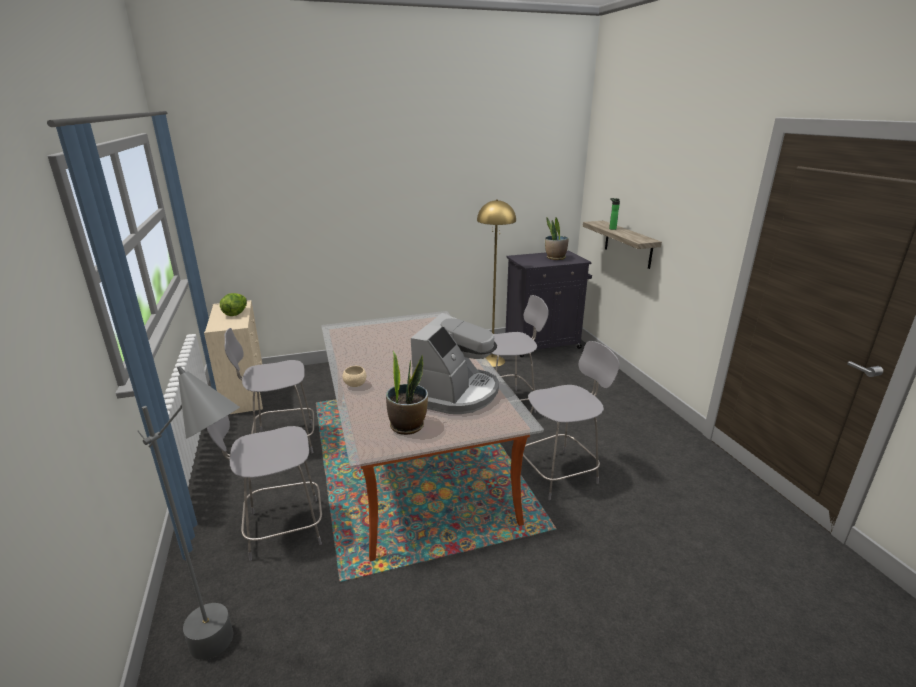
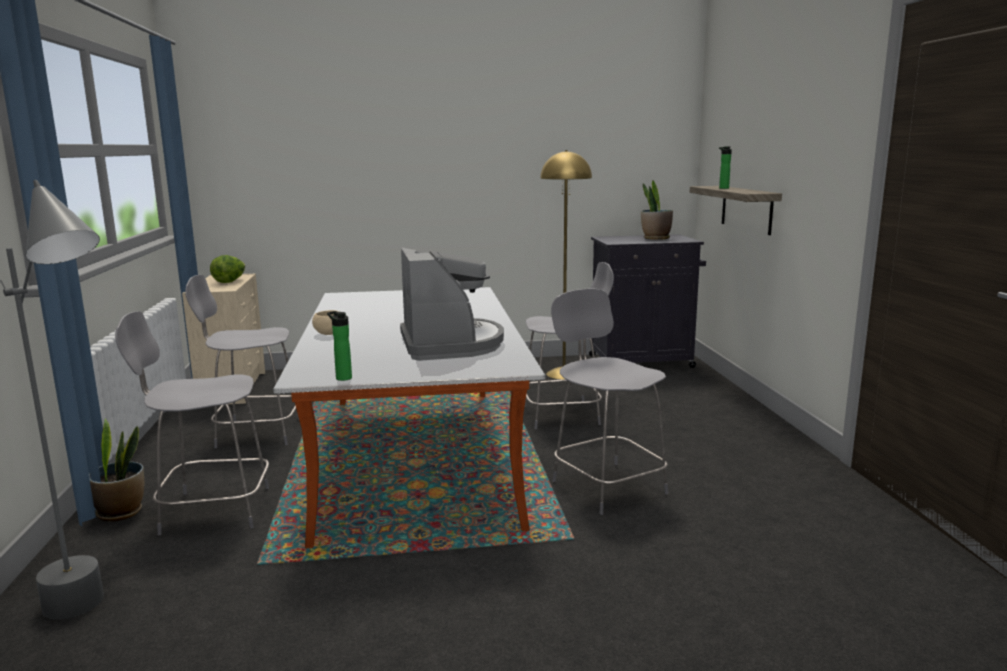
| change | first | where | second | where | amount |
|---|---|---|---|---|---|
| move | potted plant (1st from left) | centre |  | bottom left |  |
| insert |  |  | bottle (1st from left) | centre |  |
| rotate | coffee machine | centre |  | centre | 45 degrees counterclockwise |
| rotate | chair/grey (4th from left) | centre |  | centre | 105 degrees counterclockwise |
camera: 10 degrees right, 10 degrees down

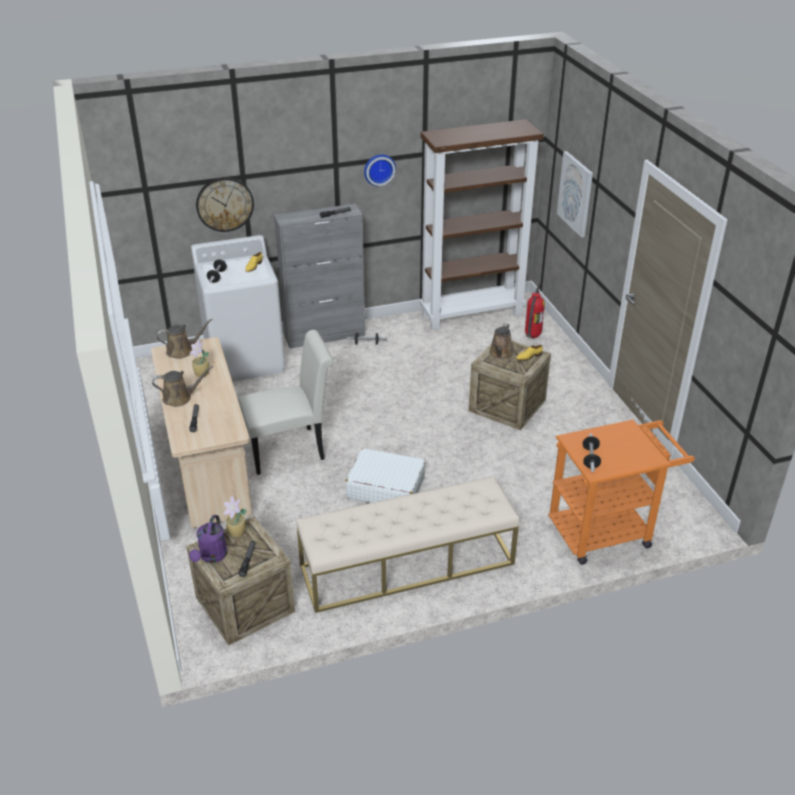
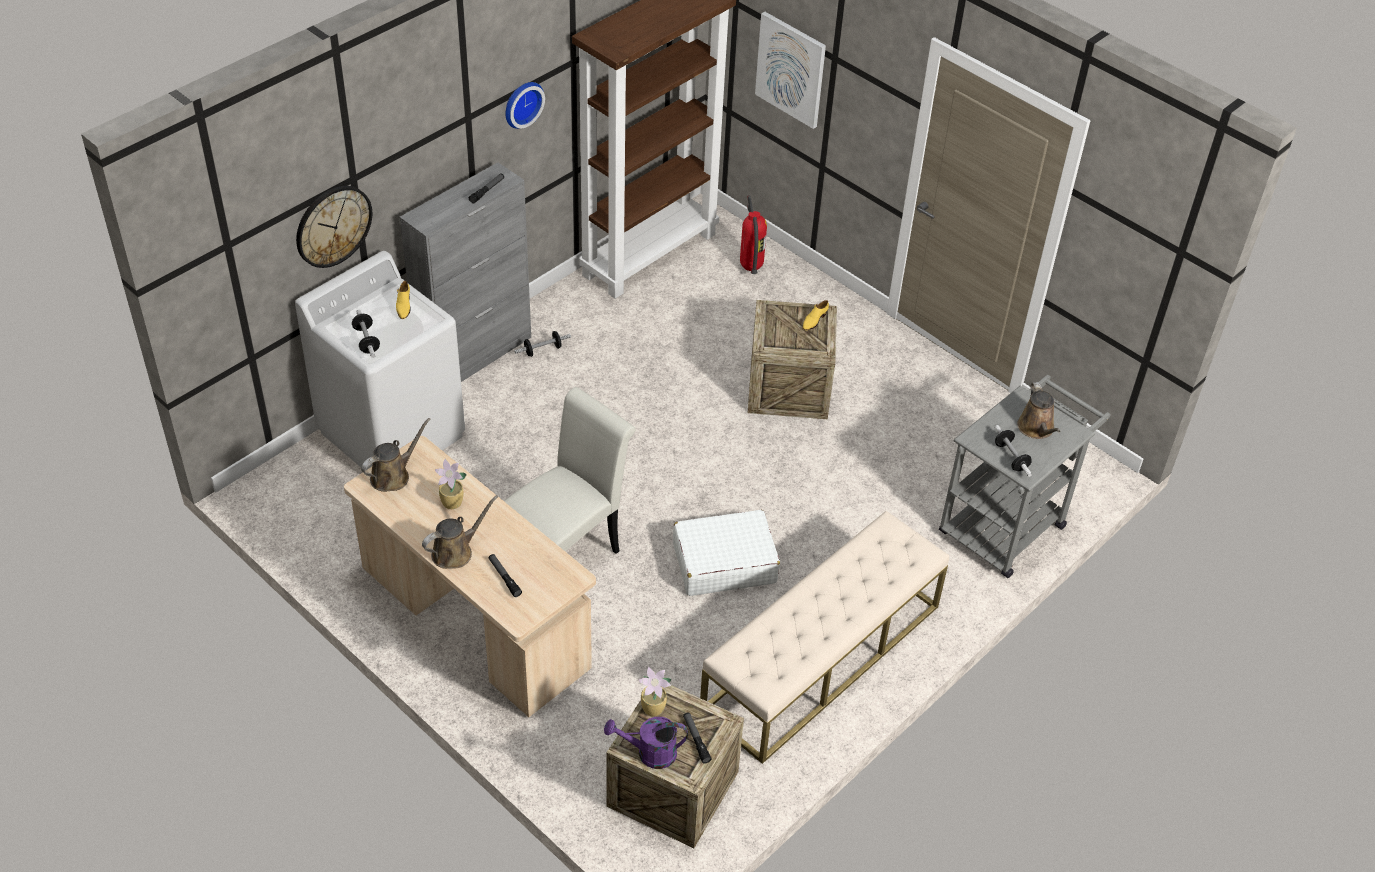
| change | first | where | second | where | amount |
|---|---|---|---|---|---|
| rotate | watering can/purple | bottom left |  | bottom centre | 105 degrees clockwise |
| recolor | cart/orange | middle right | cart/grey | middle right |  |
| move | watering can/brown (3rd from left) | centre |  | middle right |  |
camera: 30 degrees left, 10 degrees up

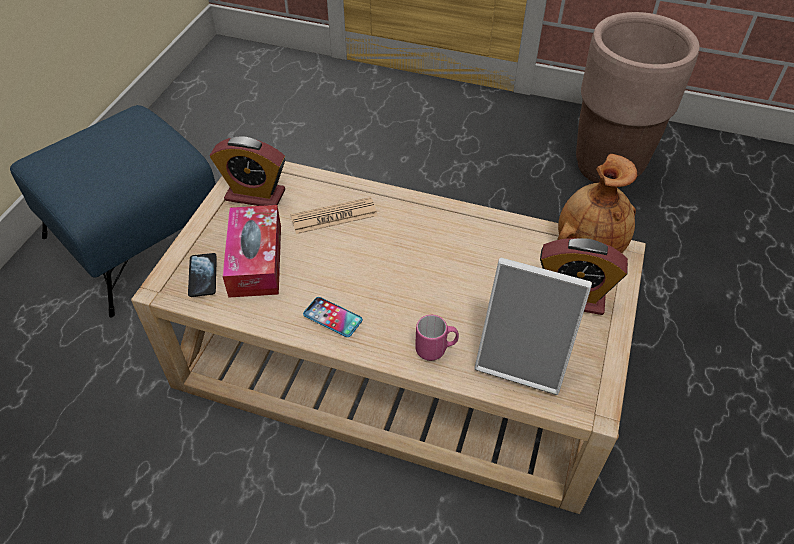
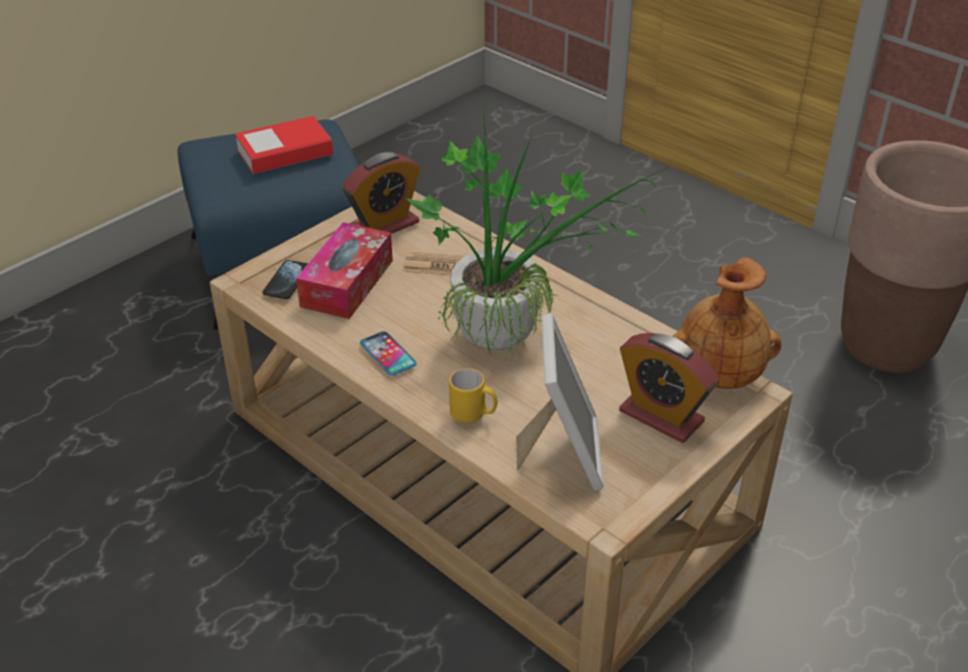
| change | first | where | second | where | amount |
|---|---|---|---|---|---|
| insert |  |  | book | top left |  |
| rotate | alarm clock (1st from left) | top left |  | top centre | 75 degrees counterclockwise |
| insert |  |  | potted plant | centre |  |
| recolor | mug/pink | centre | mug/yellow | centre |  |
| rotate | picture frame | middle right |  | centre | 135 degrees counterclockwise |
camera: 25 degrees right, 10 degrees down

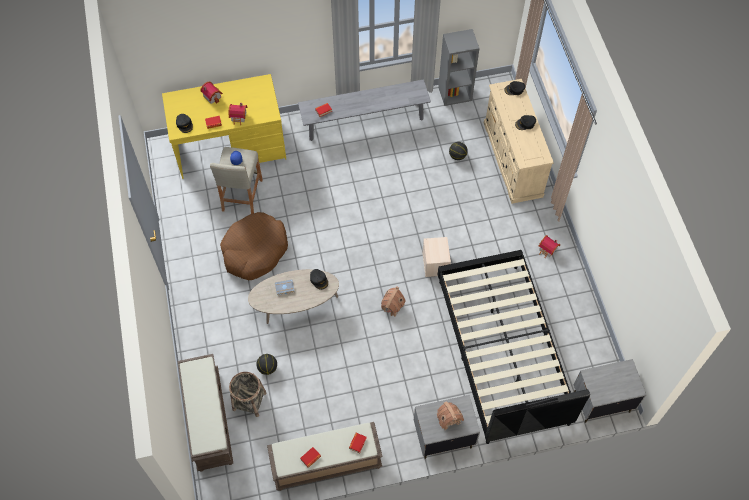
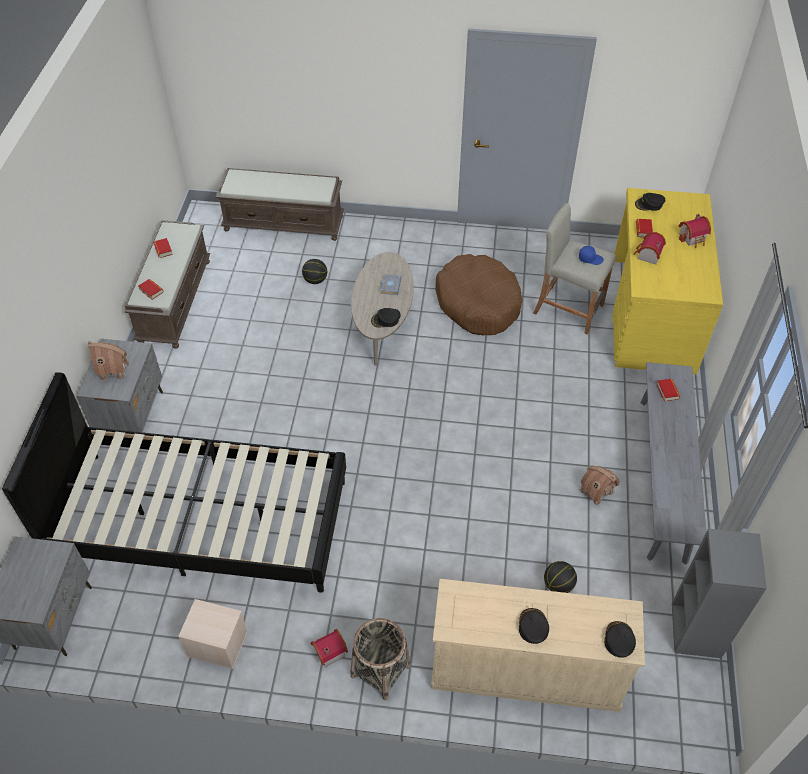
| change | first | where | second | where | amount |
|---|---|---|---|---|---|
| move | storage box/beige | centre |  | bottom left |  |
| move | basket | bottom left |  | bottom centre |  |
| move | toy house (3rd from left) | centre |  | middle right |  |
camera: 110 degrees right, 10 degrees down

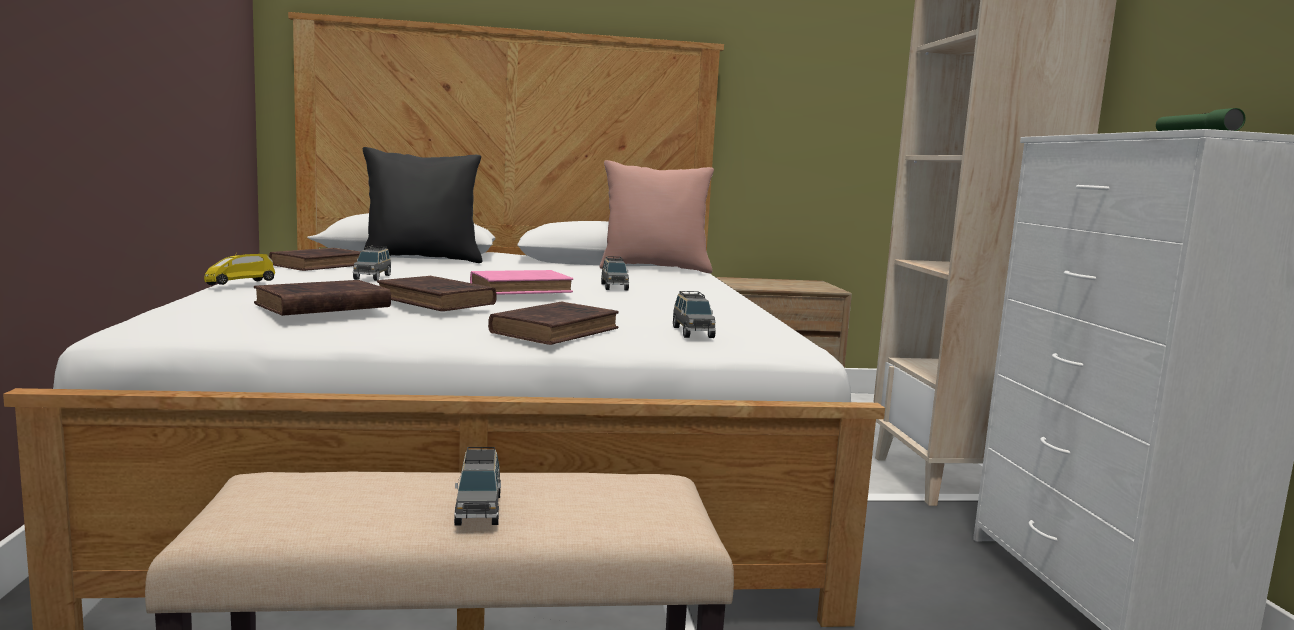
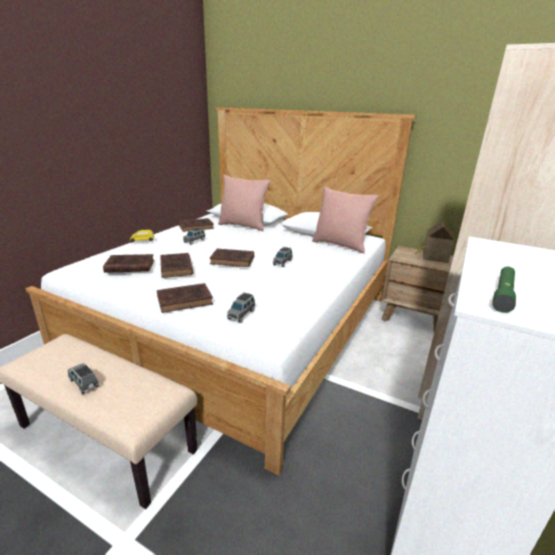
| change | first | where | second | where | amount |
|---|---|---|---|---|---|
| rotate | toy car/grey (2nd from left in the first image) | bottom centre | toy car/grey (1st from left) | bottom left | 105 degrees clockwise |
| recolor | book/pink | centre | book/brown (5th from left) | centre |  |
| recolor | pillow/black | top left | pillow/pink (1st from left) | centre |  |
| insert |  |  | toy house | middle right |  |
camera: 35 degrees right, 15 degrees up

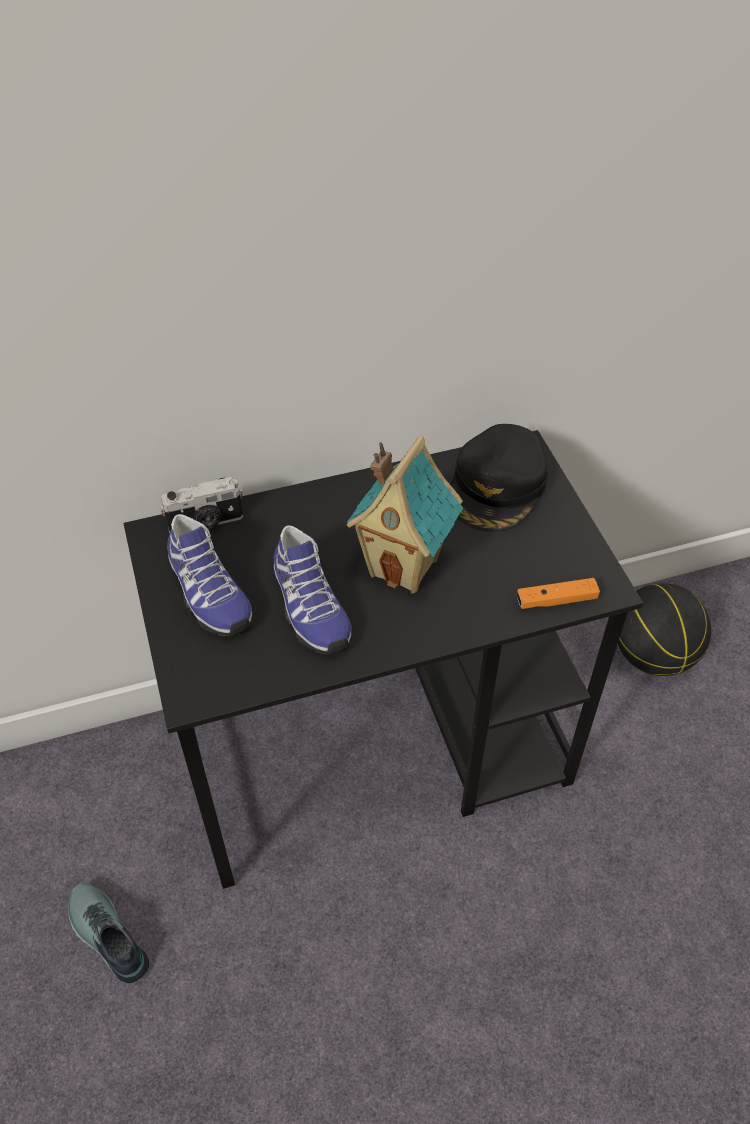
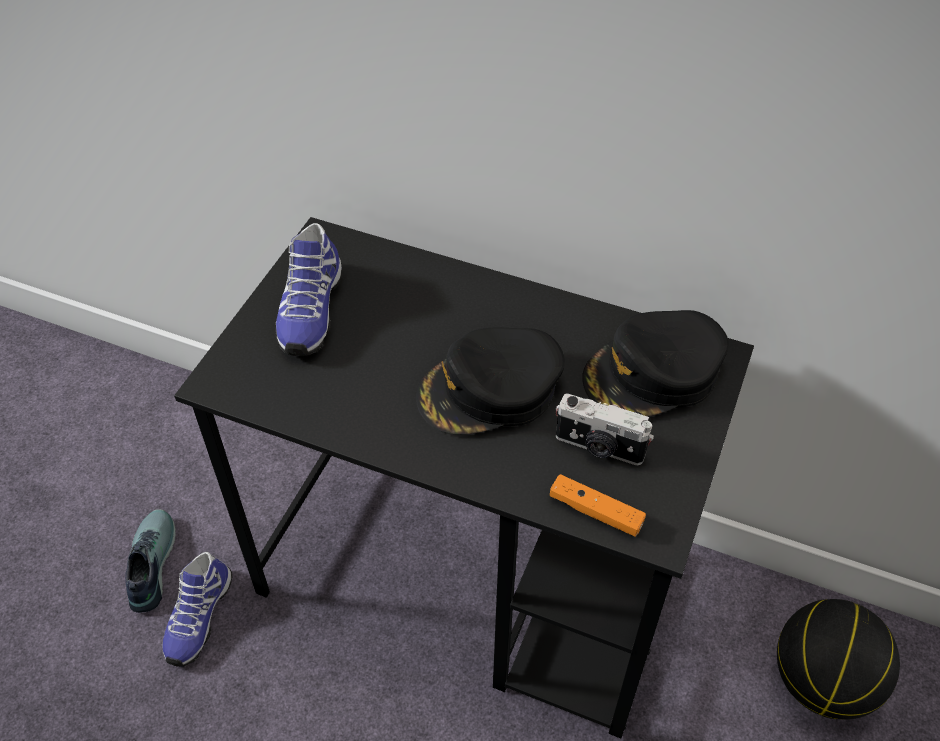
| change | first | where | second | where | amount |
|---|---|---|---|---|---|
| move | shoe (3rd from left in the first image) | centre | shoe (2nd from left) | bottom left |  |
| replace | toy house | centre | cap/black (1st from left) | centre |  |
| move | photo camera | middle left |  | centre |  |
camera: 40 degrees right, 0 degrees up

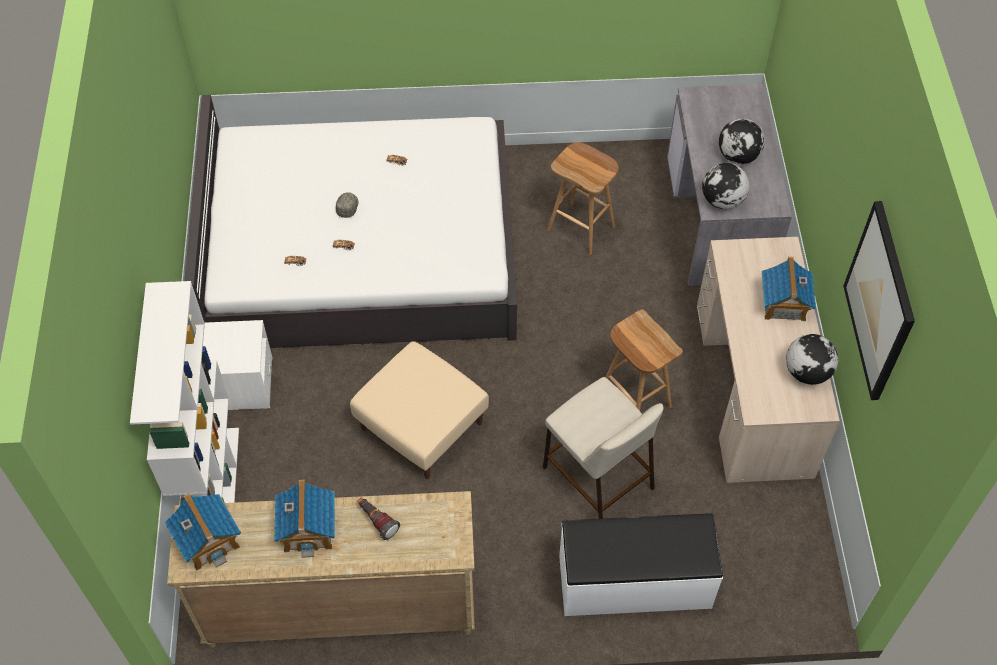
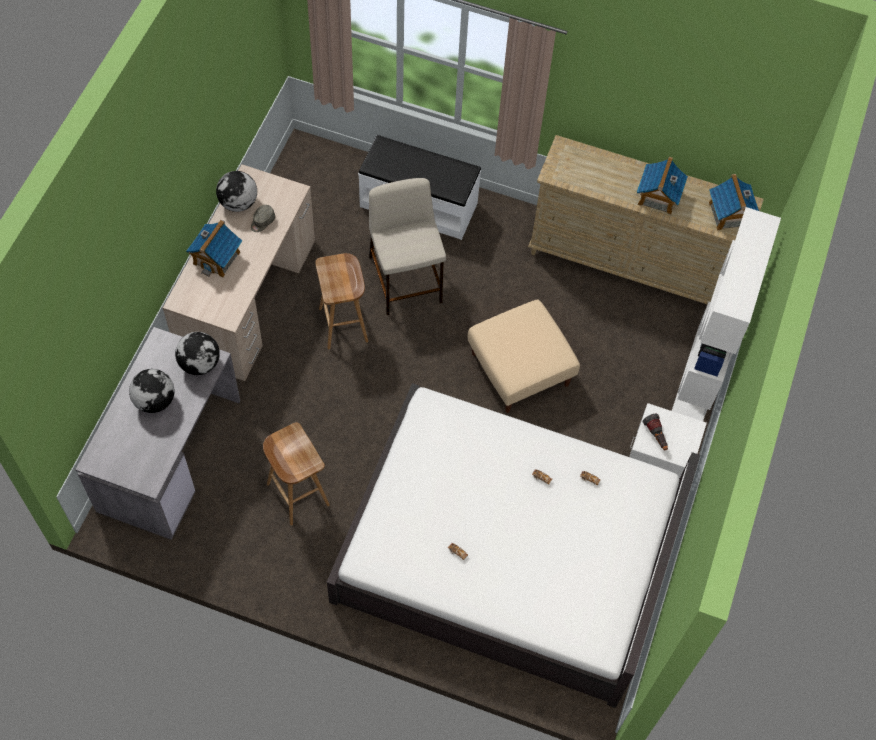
| change | first | where | second | where | amount |
|---|---|---|---|---|---|
| move | cap/grey | top centre |  | top left |  |
| move | flashlight | bottom centre |  | middle right |  |
| delete | picture | middle right |  |  |  |
camera: 160 degrees left, 5 degrees up

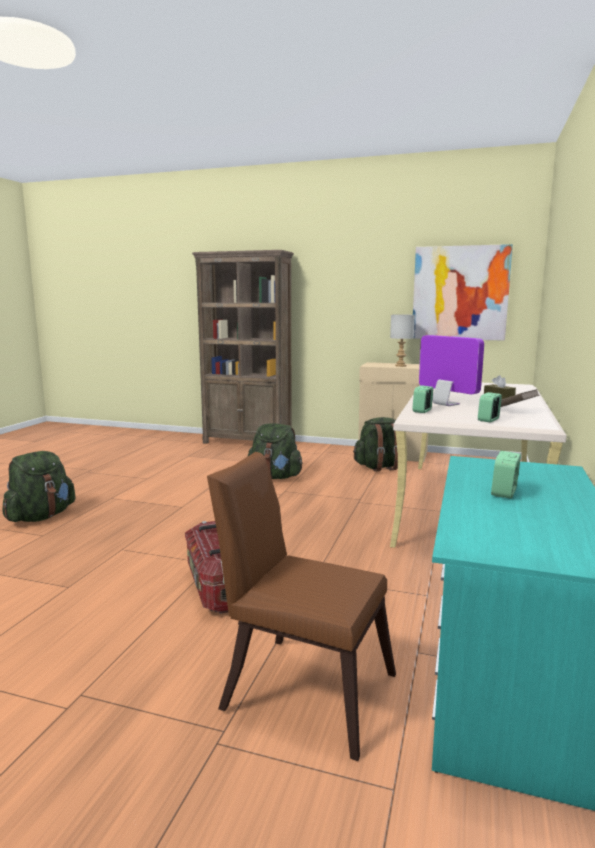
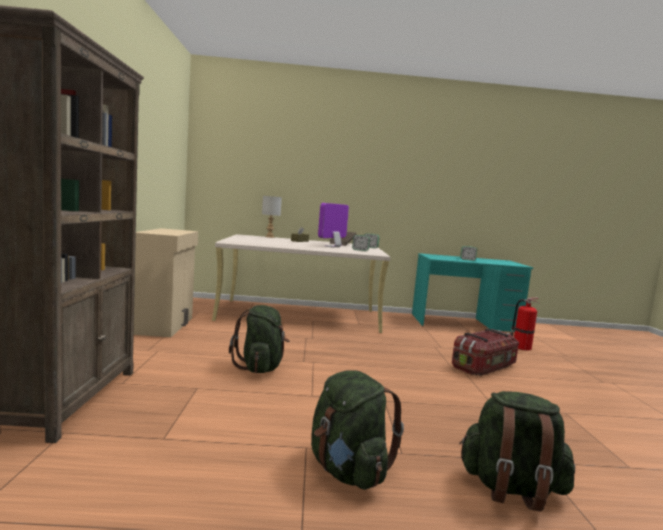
| change | first | where | second | where | amount |
|---|---|---|---|---|---|
| move | table lamp/grey | middle right |  | centre |  |
| move | backpack/green (3rd from left in the first image) | centre | backpack/green (2nd from left) | bottom centre |  |
| replace | chair/brown | bottom centre | fire extinguisher | middle right |  |
| delete | picture | middle right |  |  |  |
camera: 110 degrees left, 5 degrees down

